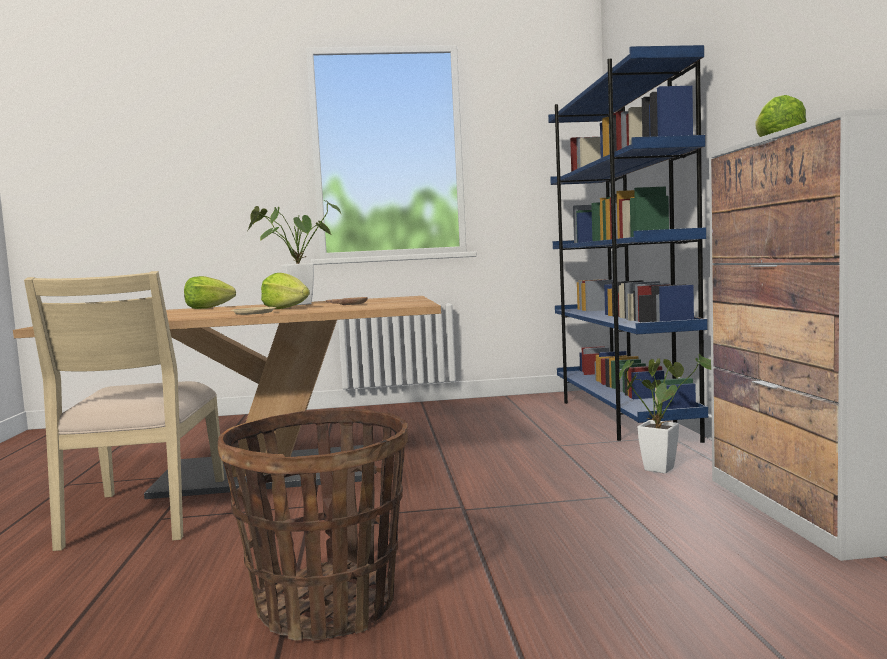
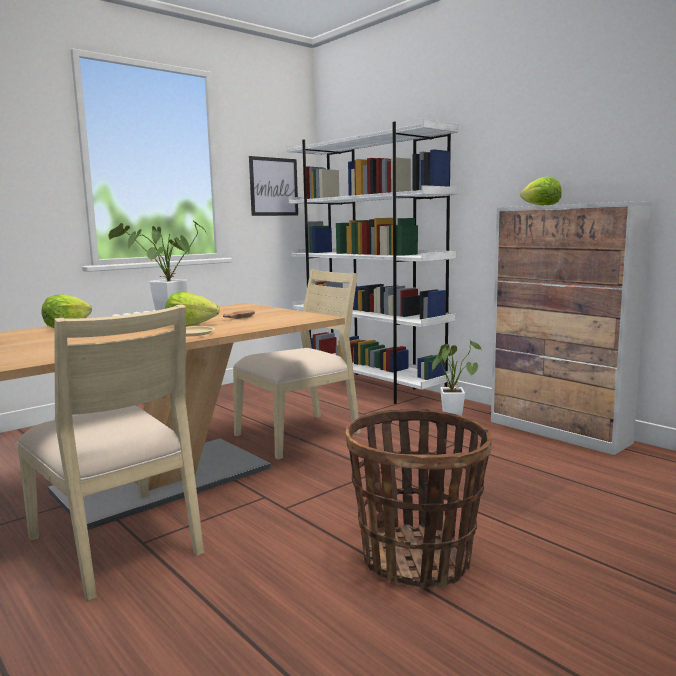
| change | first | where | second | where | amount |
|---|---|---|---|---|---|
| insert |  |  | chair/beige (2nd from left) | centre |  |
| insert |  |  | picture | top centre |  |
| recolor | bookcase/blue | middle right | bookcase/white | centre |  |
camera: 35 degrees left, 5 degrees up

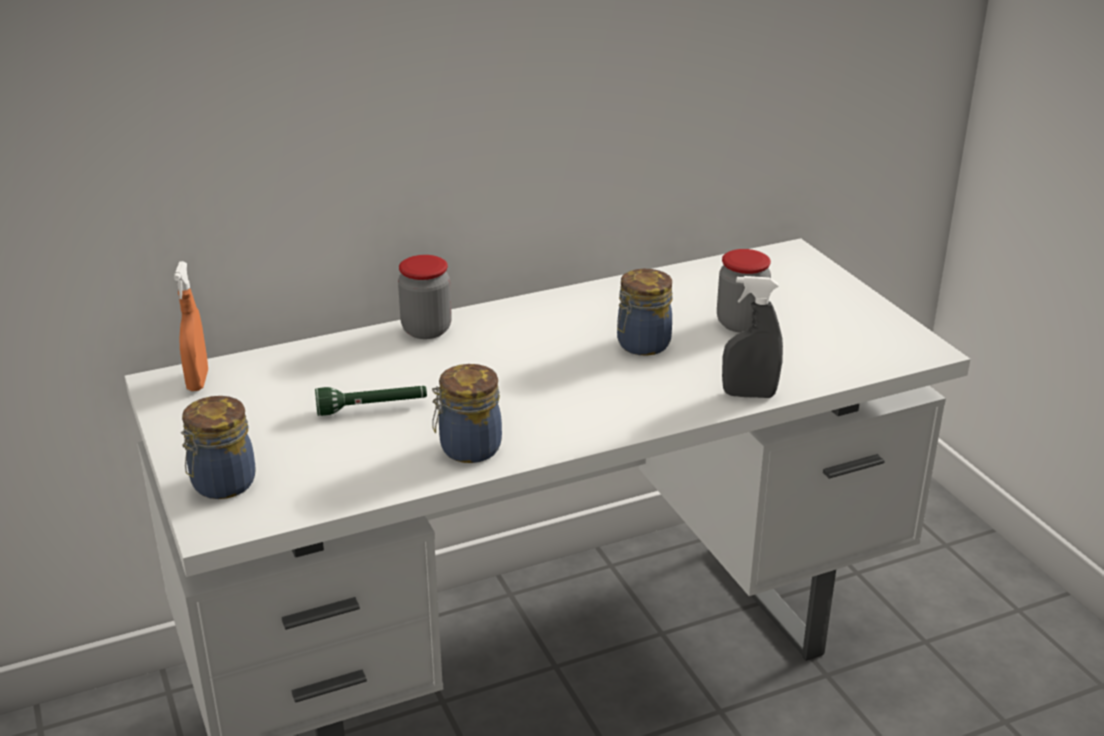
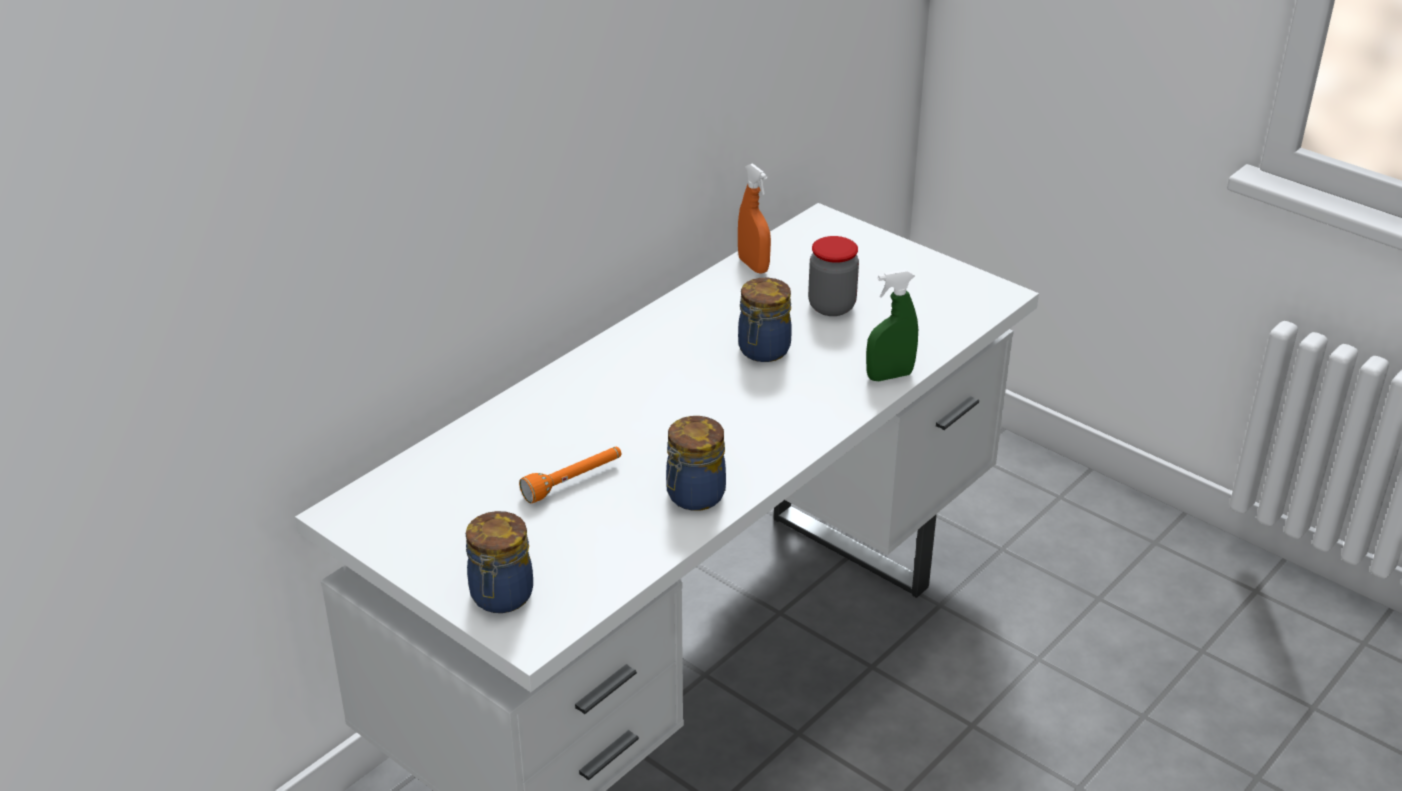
| change | first | where | second | where | amount |
|---|---|---|---|---|---|
| recolor | flashlight/green | centre | flashlight/orange | centre |  |
| move | spray bottle/orange | middle left |  | top centre |  |
| recolor | spray bottle/grey | middle right | spray bottle/green | centre |  |
| delete | jar (2nd from left) | centre |  |  |  |
camera: 25 degrees left, 5 degrees up

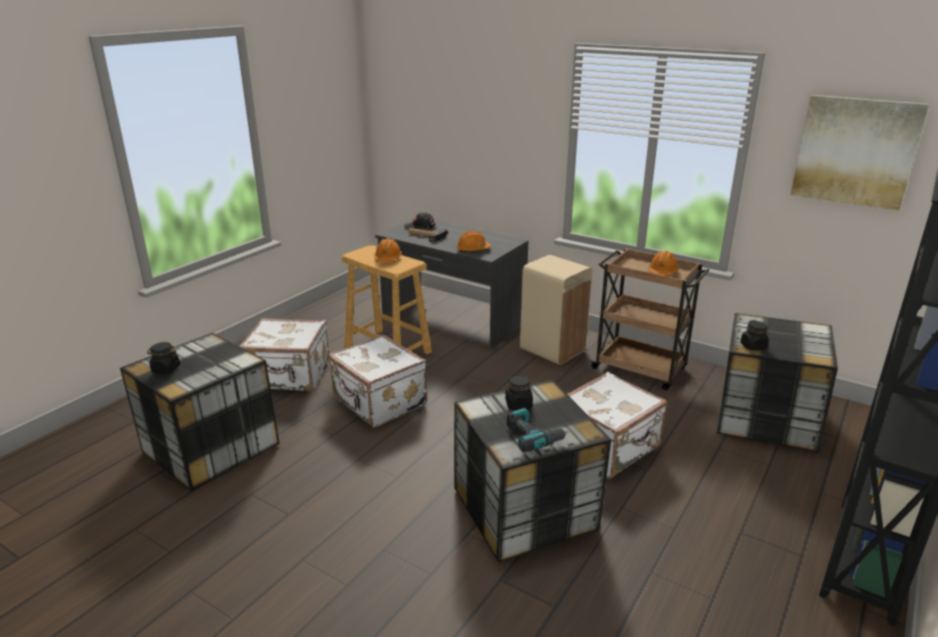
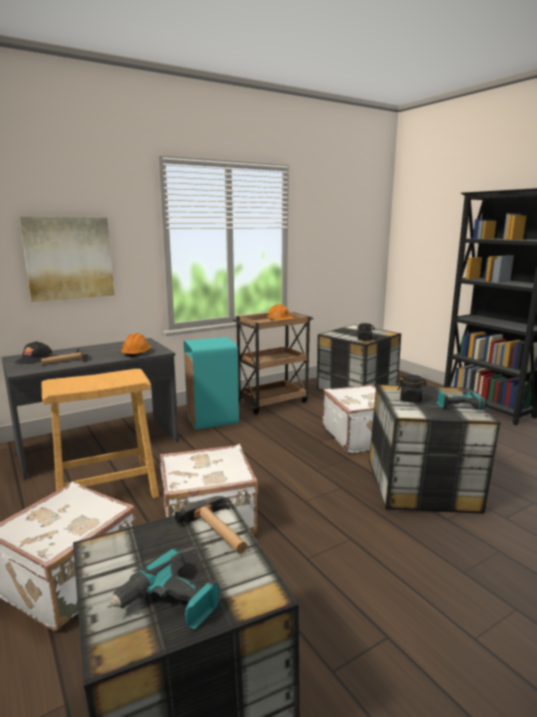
| change | first | where | second | where | amount |
|---|---|---|---|---|---|
| move | picture | top right |  | middle left |  |
| replace | jar/black (1st from left) | middle left | power drill (1st from left) | bottom left |  |
| insert |  |  | hammer (2nd from left) | bottom centre |  |
| recolor | trash can/beige | centre | trash can/turquoise | centre |  |
| delete | hard hat/orange (1st from left) | centre |  |  |  |
camera: 65 degrees left, 10 degrees down

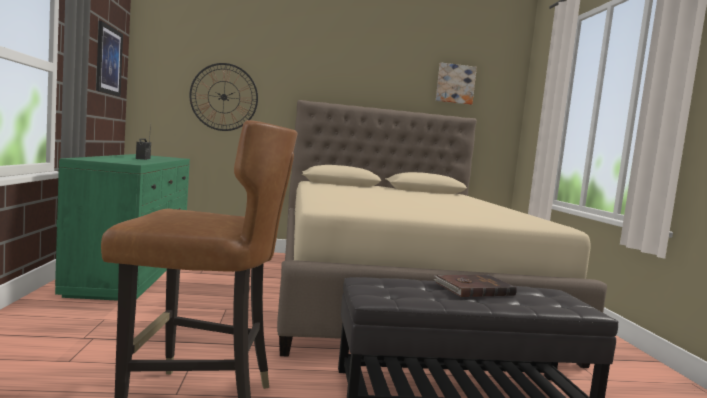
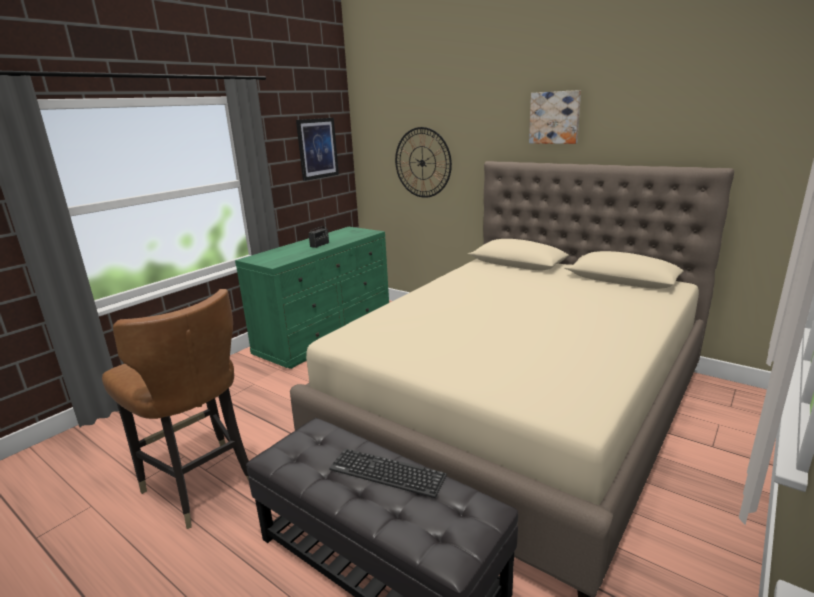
| change | first | where | second | where | amount |
|---|---|---|---|---|---|
| replace | book/brown | bottom right | keyboard | bottom centre |  |
| move | picture (2nd from left) | top centre |  | top right |  |
camera: 45 degrees right, 15 degrees up

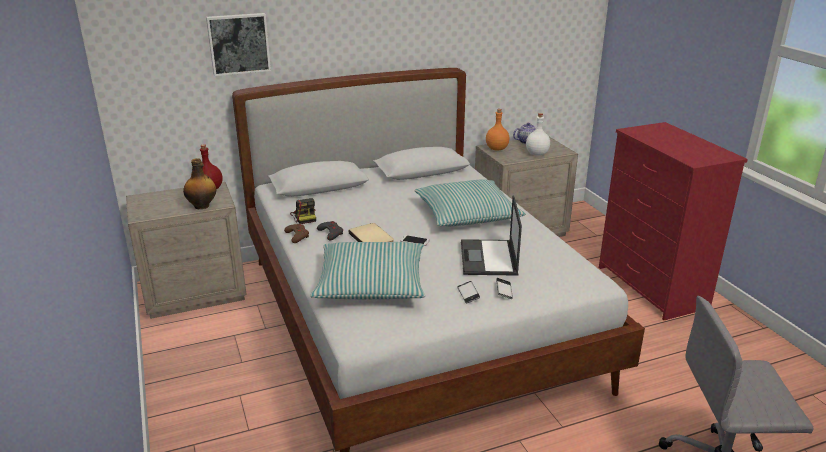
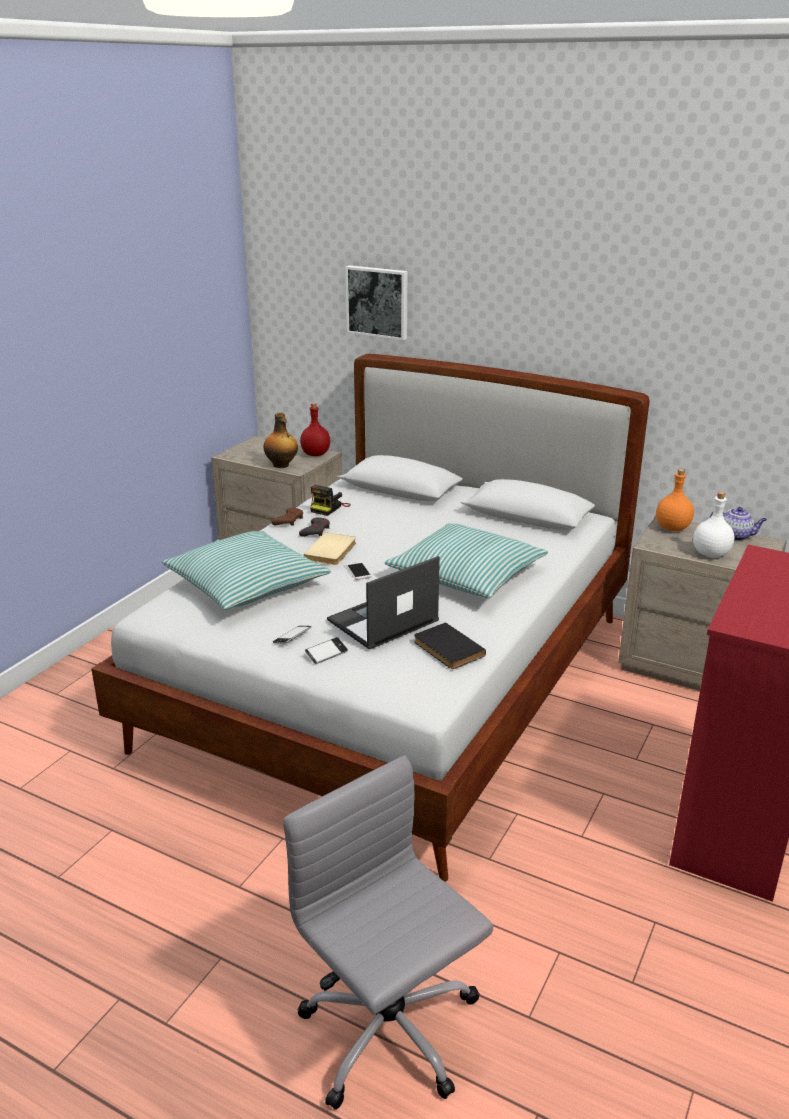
| change | first | where | second | where | amount |
|---|---|---|---|---|---|
| insert |  |  | book/black | centre |  |
camera: 50 degrees right, 0 degrees up

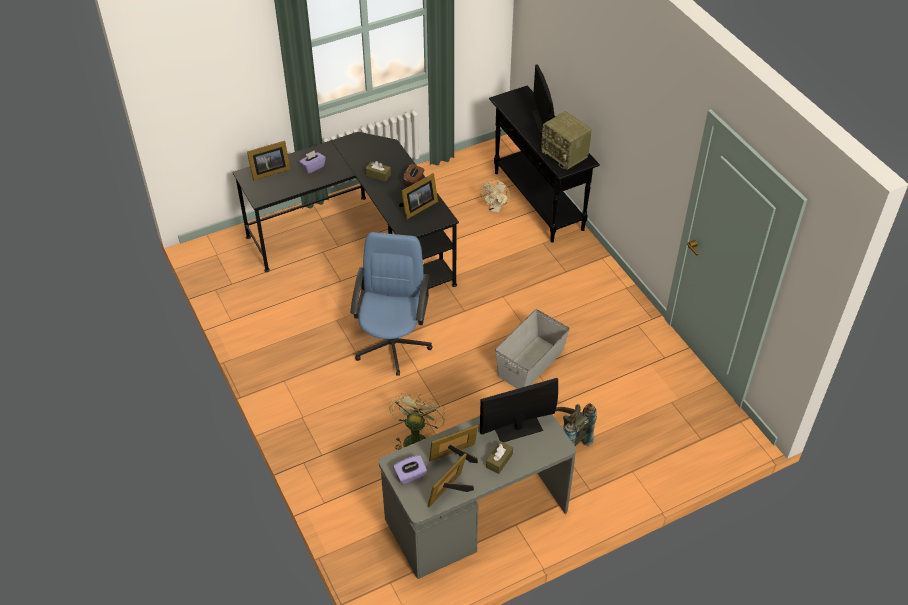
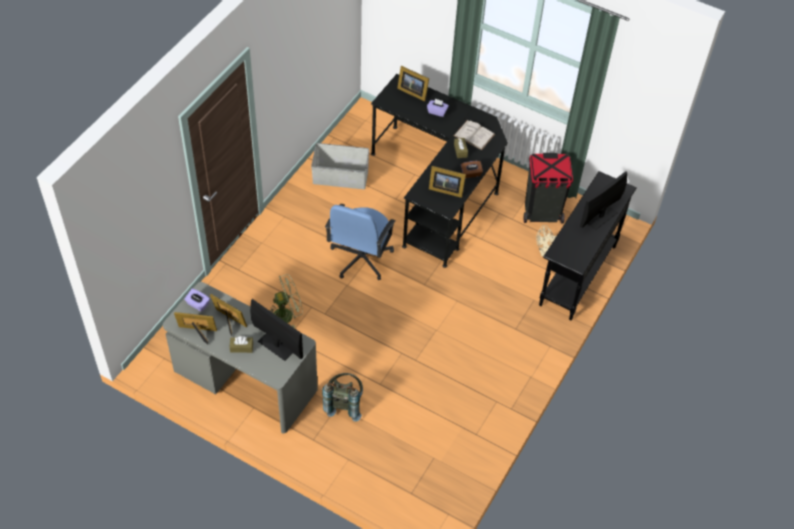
| change | first | where | second | where | amount |
|---|---|---|---|---|---|
| move | storage box/grey | centre |  | top centre |  |
| rotate | office chair/blue | centre |  | centre | 135 degrees clockwise |
| insert |  |  | book/white | top centre |  |
| insert |  |  | trash can/black | middle right |  |
| delete | radio | top centre |  |  |  |
camera: 55 degrees right, 5 degrees up

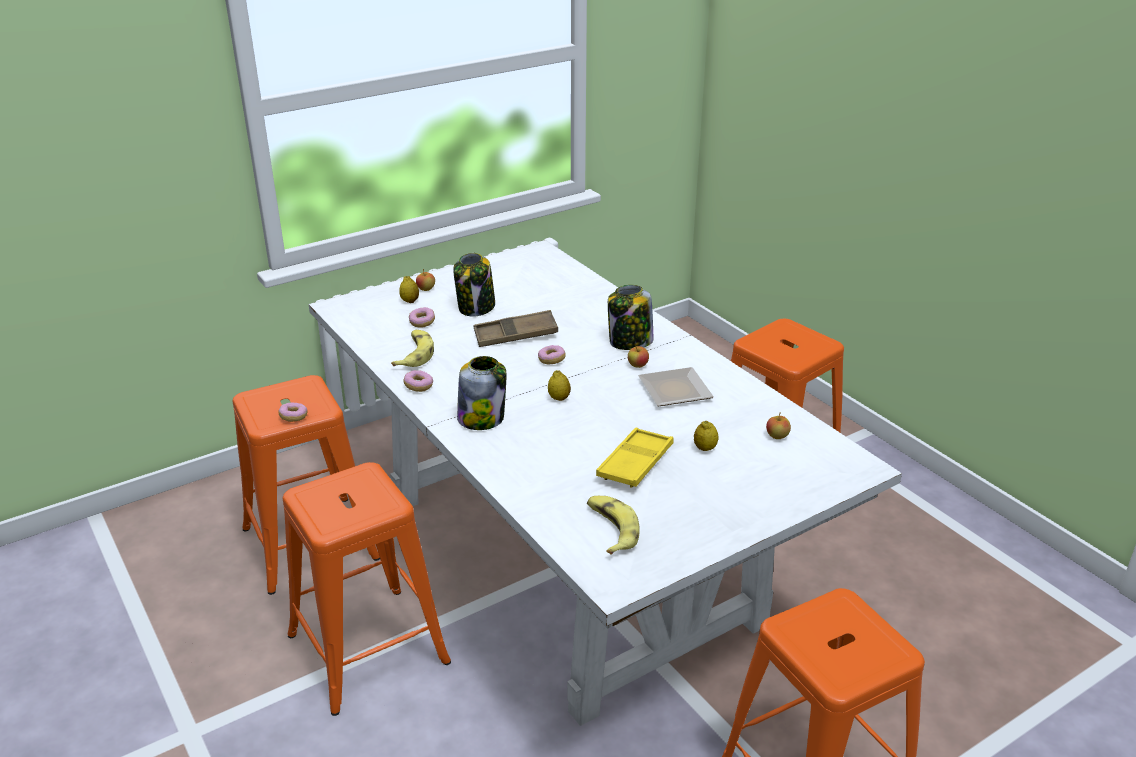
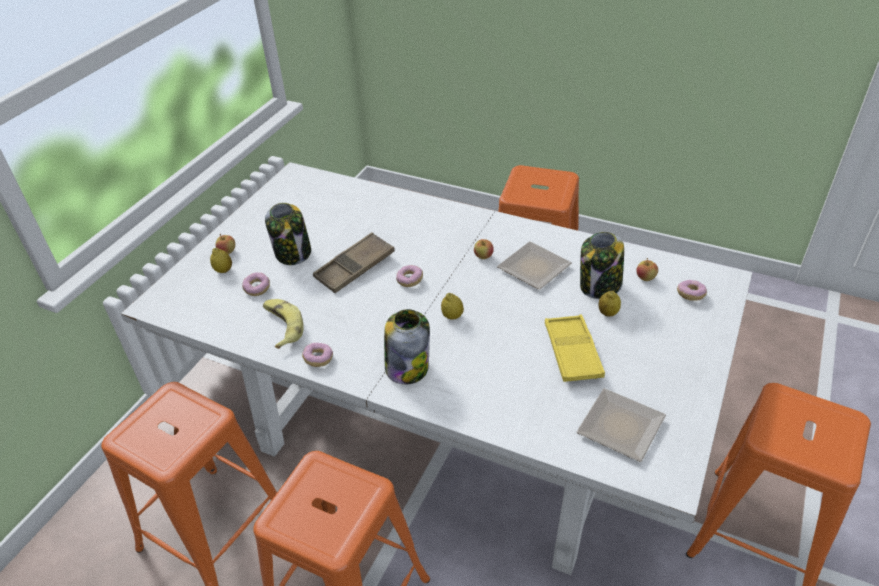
| change | first | where | second | where | amount |
|---|---|---|---|---|---|
| replace | banana (2nd from left) | bottom centre | plate (2nd from left) | bottom right |  |
| move | jar (3rd from left) | centre |  | middle right |  |
| move | donut (1st from left in the first image) | middle left | donut (4th from left) | middle right |  |
camera: 30 degrees left, 10 degrees up

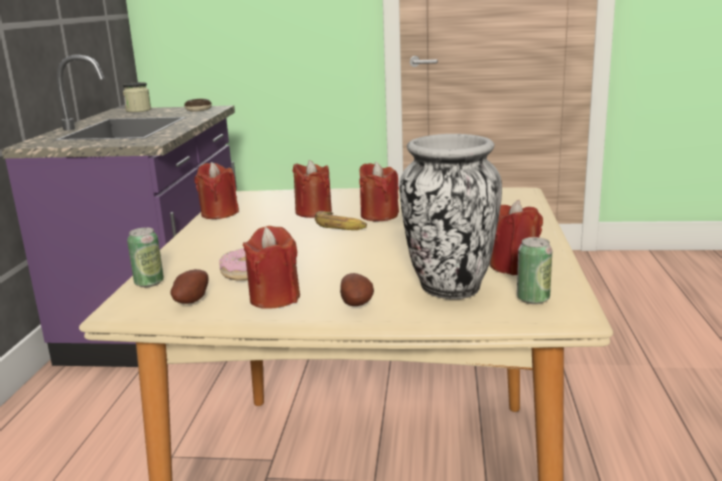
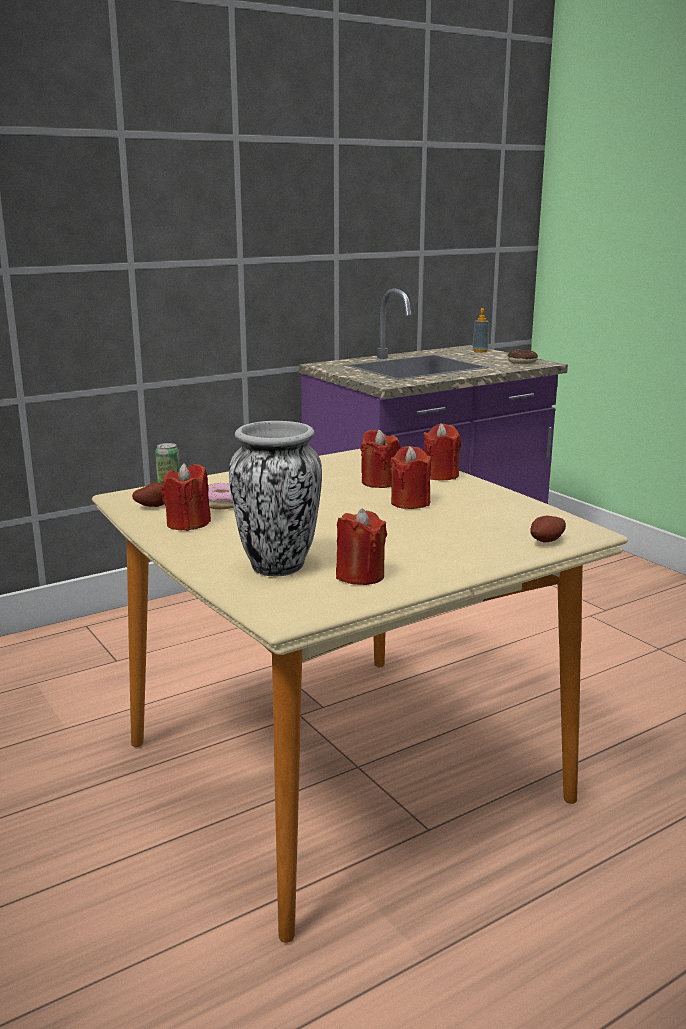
| change | first | where | second | where | amount |
|---|---|---|---|---|---|
| move | candle/red (1st from left in the first image) | middle left | candle/red (5th from left) | centre |  |
| replace | jar | top left | soap dispenser | top right |  |
| move | potato (2nd from left) | centre |  | middle right |  |
| delete | banana | centre |  |  |  |
| delete | can (2nd from left) | middle right |  |  |  |
camera: 50 degrees right, 0 degrees up

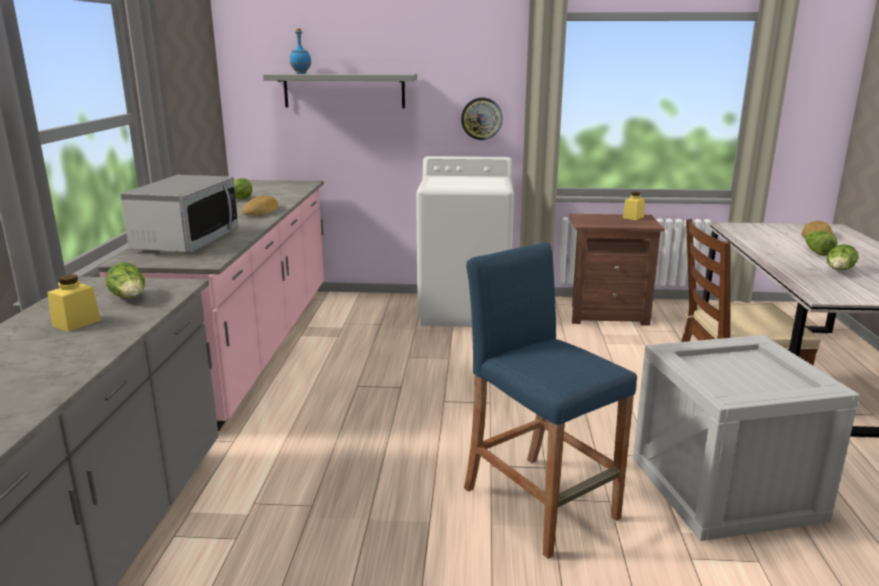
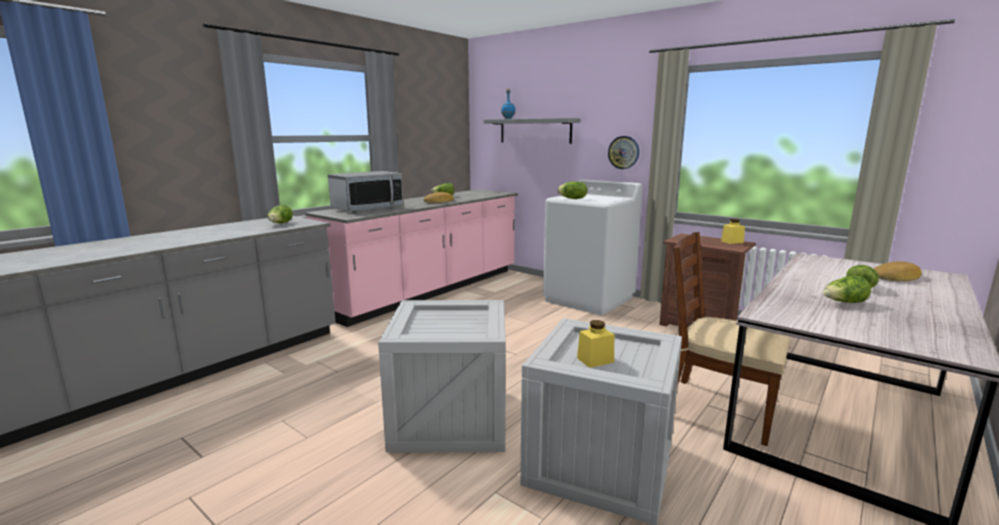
| change | first | where | second | where | amount |
|---|---|---|---|---|---|
| replace | stool/blue | bottom centre | crate (1st from left) | bottom centre |  |
| insert |  |  | lettuce (3rd from left) | centre |  |
| move | jar/yellow (1st from left) | middle left |  | centre |  |
camera: 35 degrees right, 5 degrees down

